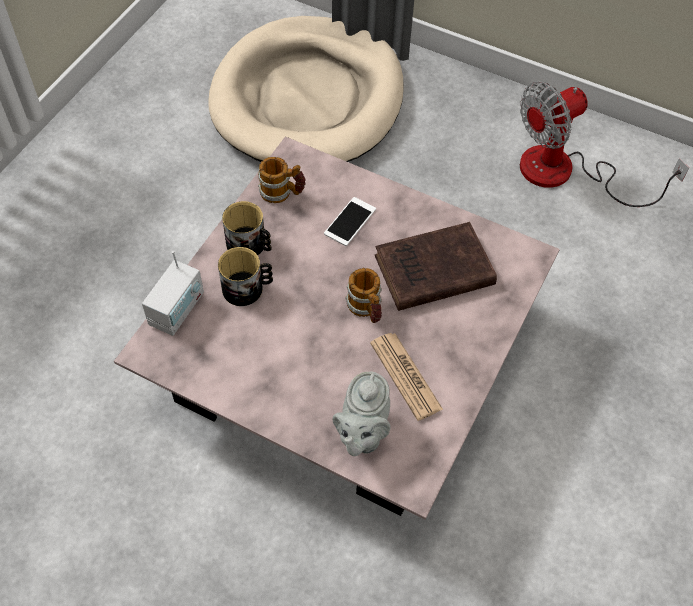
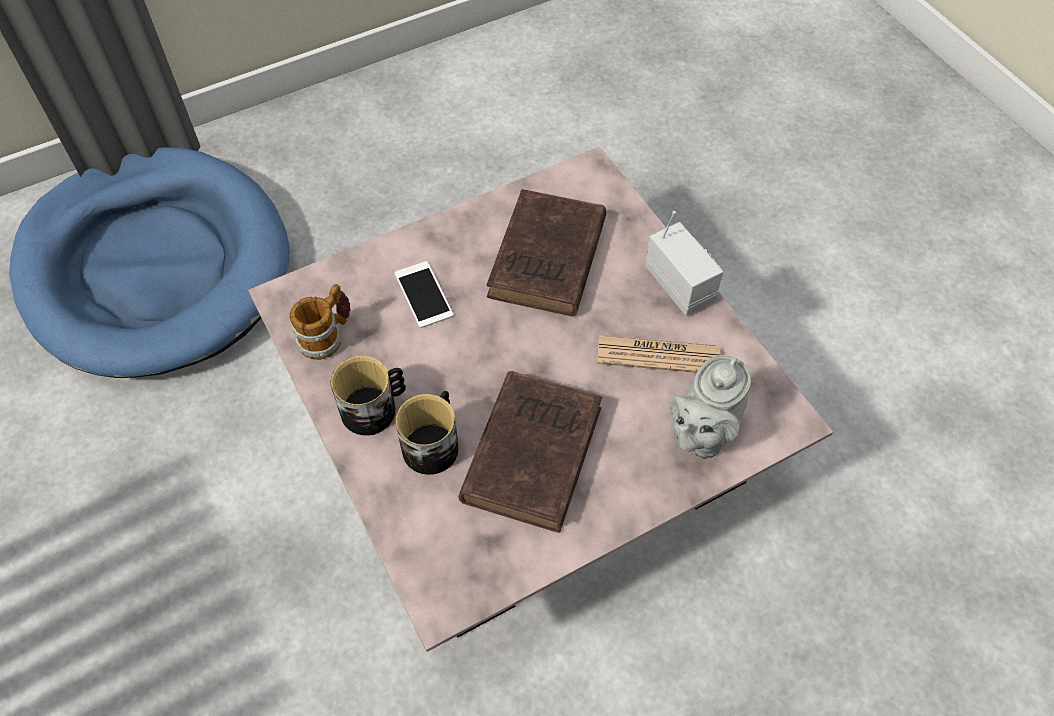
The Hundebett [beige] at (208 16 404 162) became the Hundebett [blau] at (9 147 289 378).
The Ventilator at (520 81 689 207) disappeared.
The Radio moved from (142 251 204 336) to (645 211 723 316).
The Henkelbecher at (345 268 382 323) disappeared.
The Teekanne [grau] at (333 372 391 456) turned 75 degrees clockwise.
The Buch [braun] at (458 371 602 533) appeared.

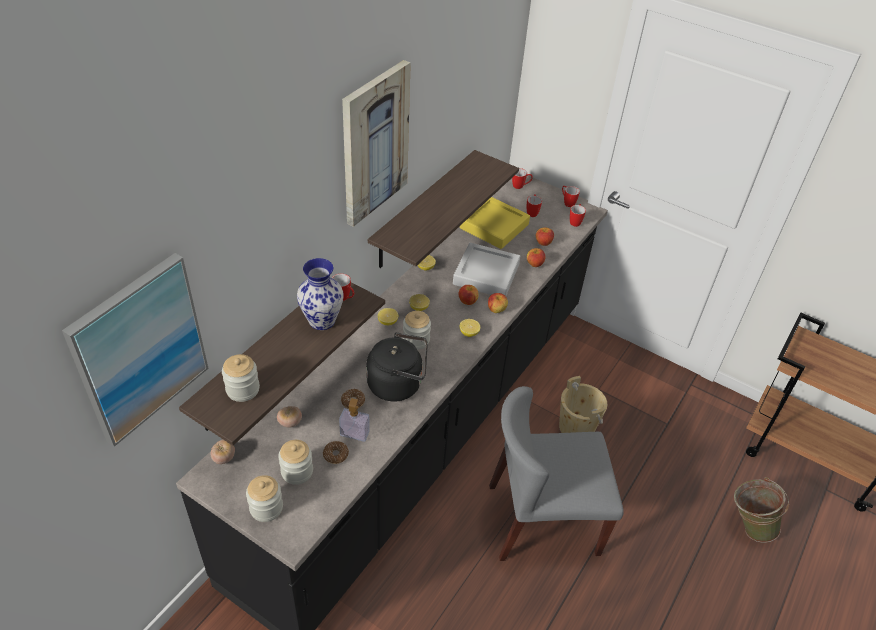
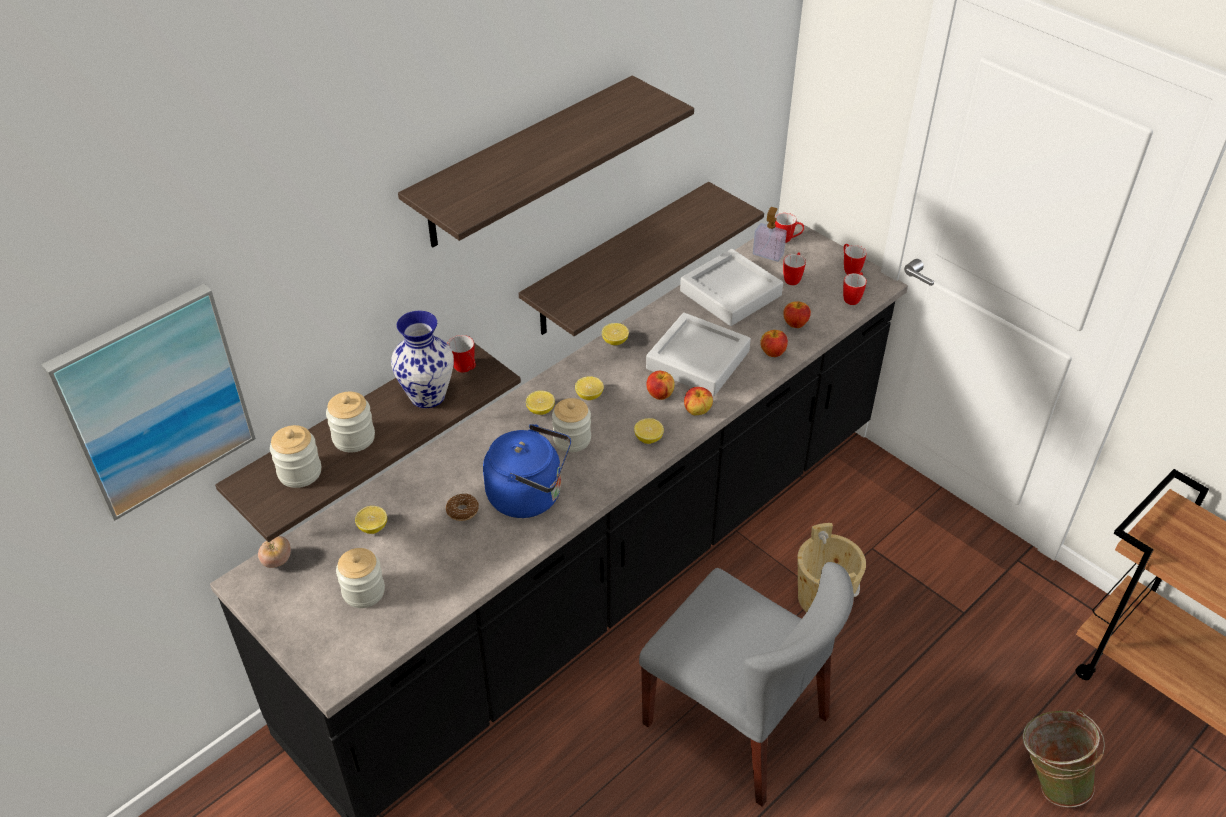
The Bild at (342 60 411 227) was replaced by the Wandregal at (398 76 694 247).
The Tablett [gelb] at (460 197 530 249) became the Tablett [grau] at (680 249 783 326).
The Wasserkessel [schwarz] at (366 333 428 402) became the Wasserkessel [blau] at (483 424 571 518).
The Stuhl [grau] at (489 386 624 561) turned 150 degrees counterclockwise.
The Seifenspender moved from (339 398 370 442) to (753 207 787 262).
The Tomate at (277 406 302 428) was replaced by the Zitrone at (355 506 387 534).
The Donut at (323 441 349 464) disappeared.
The Vorratsglas moved from (246 475 283 522) to (326 392 375 452).

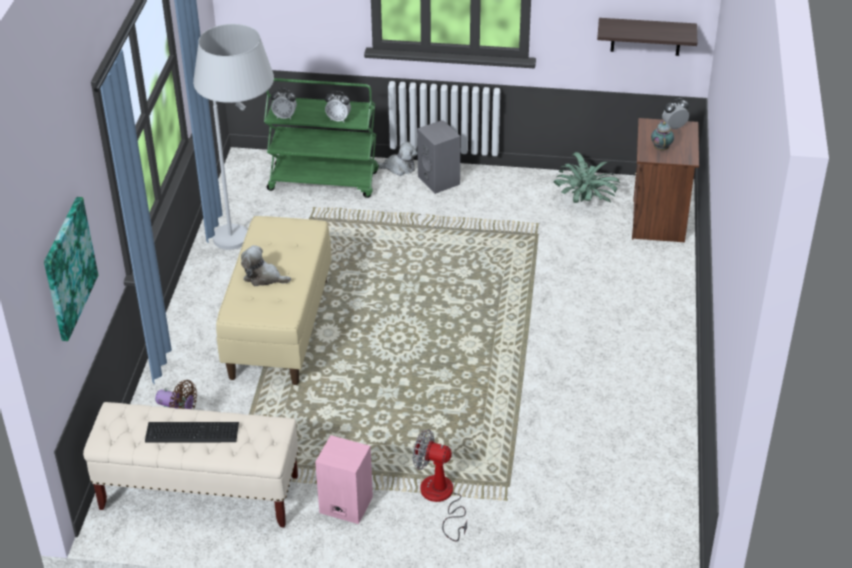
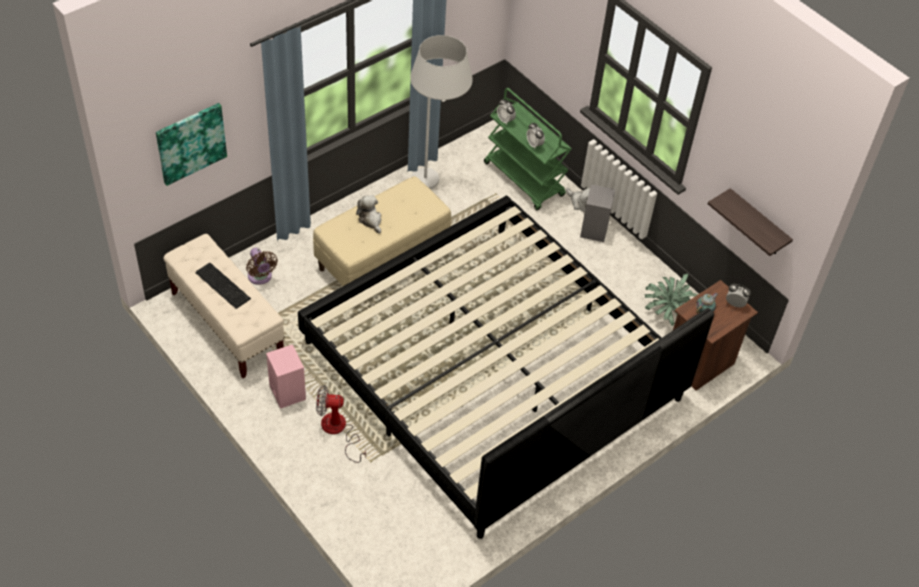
The Ventilator at (413 429 467 541) turned 60 degrees counterclockwise.
The Bett at (298 196 714 539) appeared.

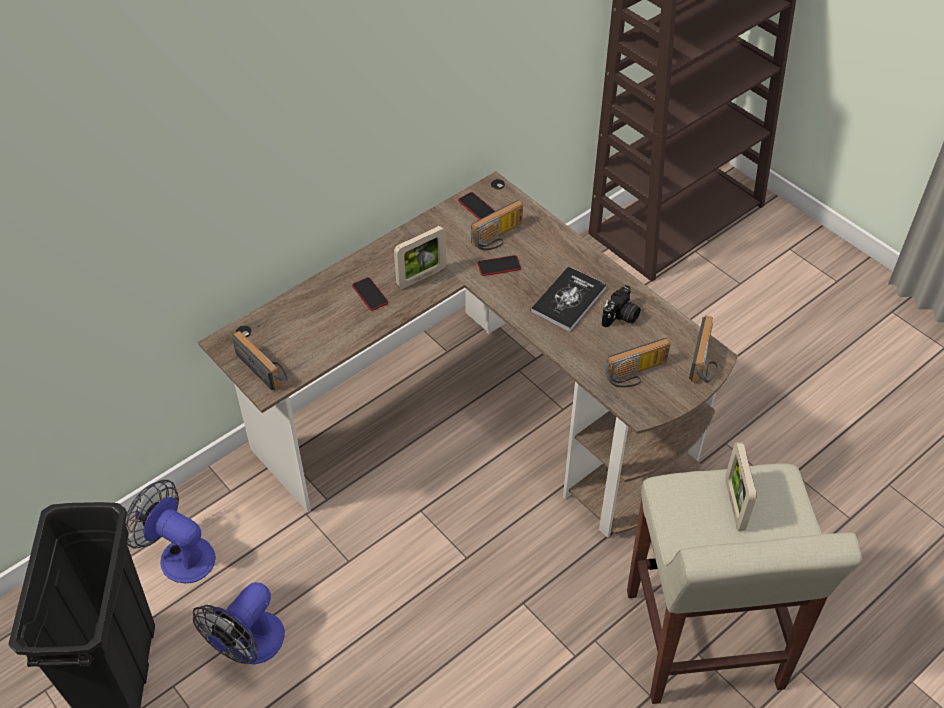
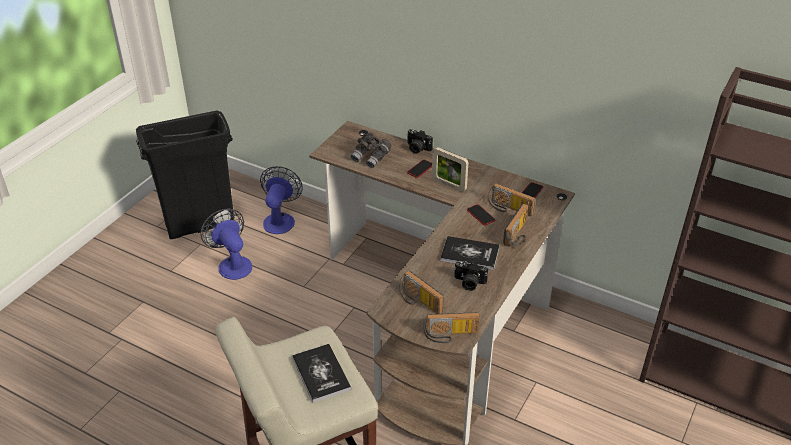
The Radio moved from (232 331 288 391) to (503 204 528 247).
The Bilderrahmen at (725 442 756 531) was replaced by the Buch at (292 344 351 403).
The Ventilator at (193 582 285 664) turned 45 degrees clockwise.
The Kamera at (407 129 433 154) appeared.
The Fernglas [grau] at (351 133 392 168) appeared.

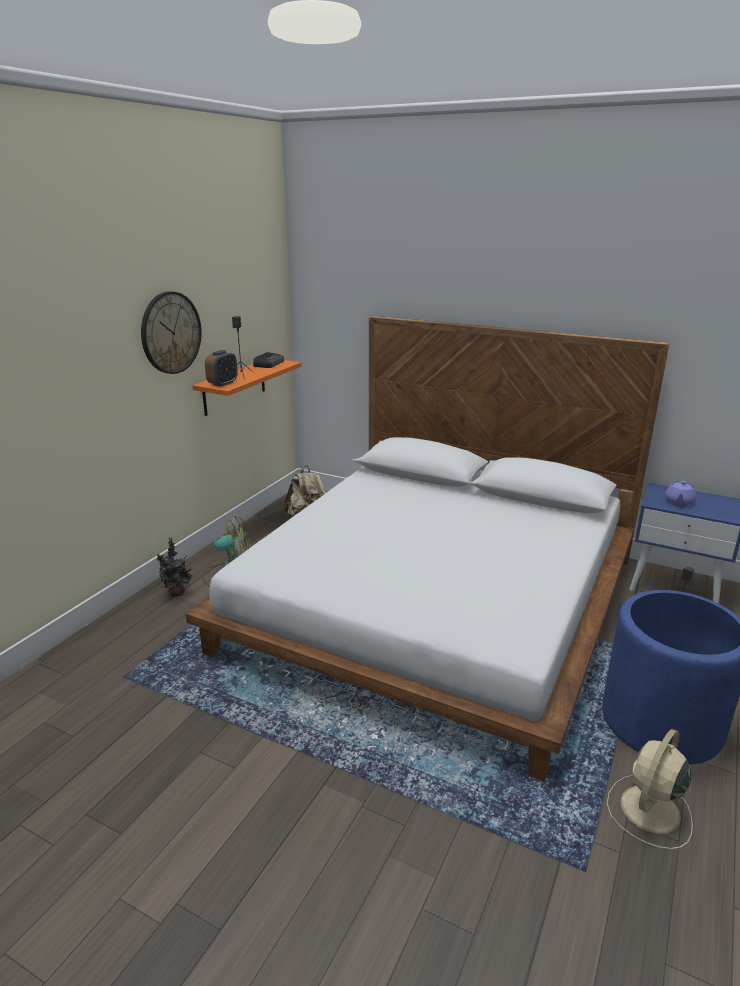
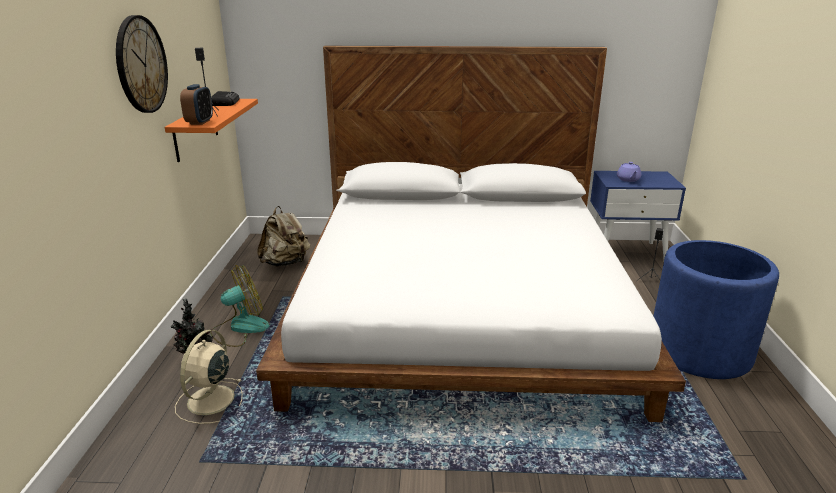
The Ventilator [beige] moved from (607 729 693 849) to (175 330 243 424).

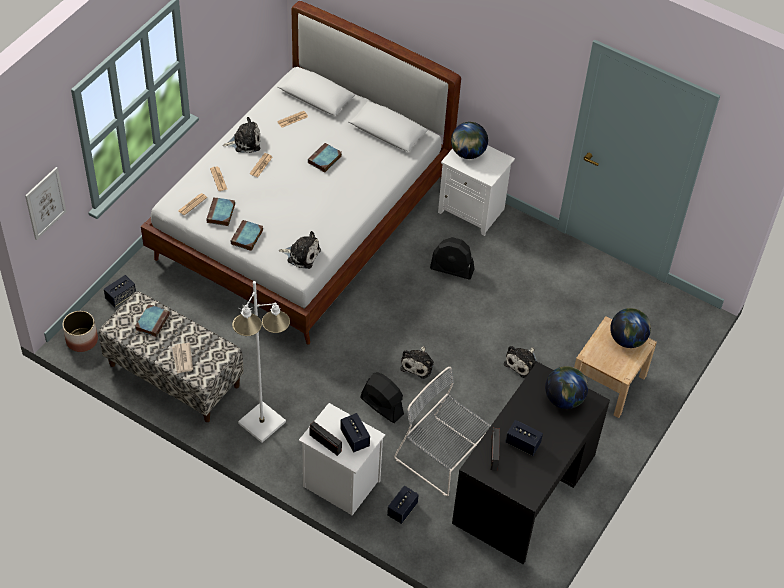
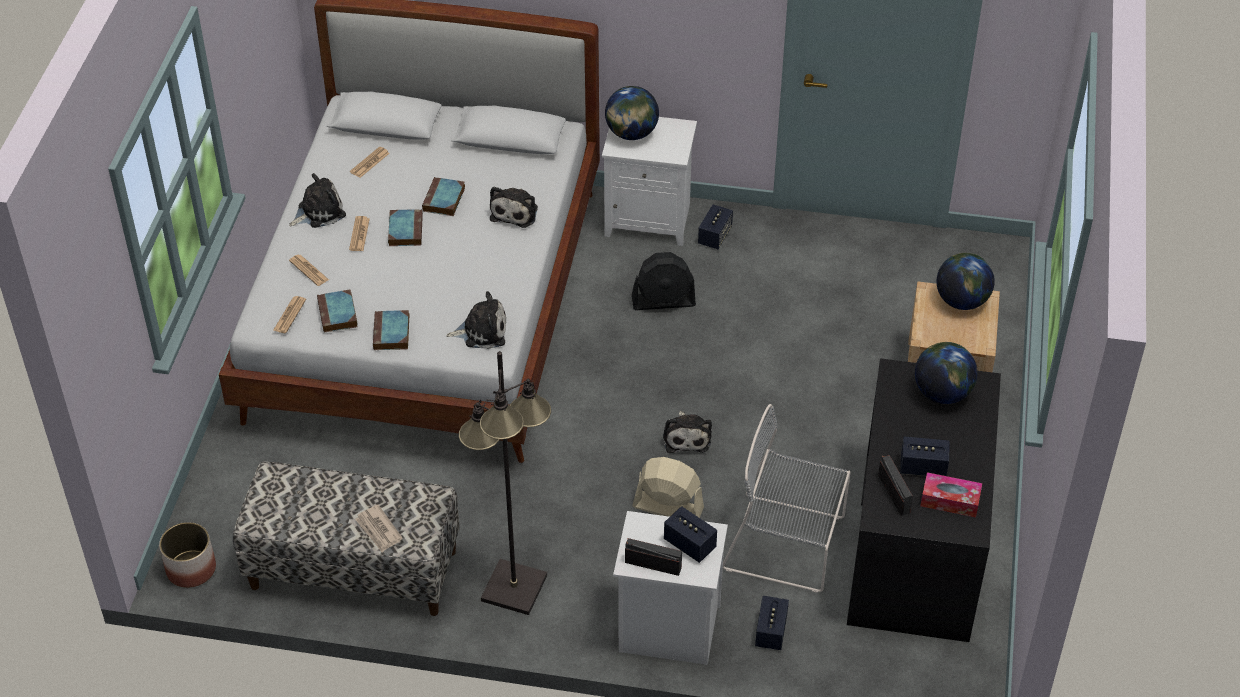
The Bild at (25 167 66 240) disappeared.
The Lautsprecher moved from (104 275 136 308) to (698 205 733 249).
The Stehlampe [weiß] at (232 281 290 443) became the Stehlampe [schwarz] at (459 351 551 615).
The Buch moved from (135 304 170 337) to (388 209 423 246).
The Plüschtier moved from (504 346 537 378) to (490 187 538 228).
The Ventilator [schwarz] at (360 372 404 423) became the Ventilator [beige] at (632 457 704 518).
The Taschentuchbox at (920 472 982 518) appeared.

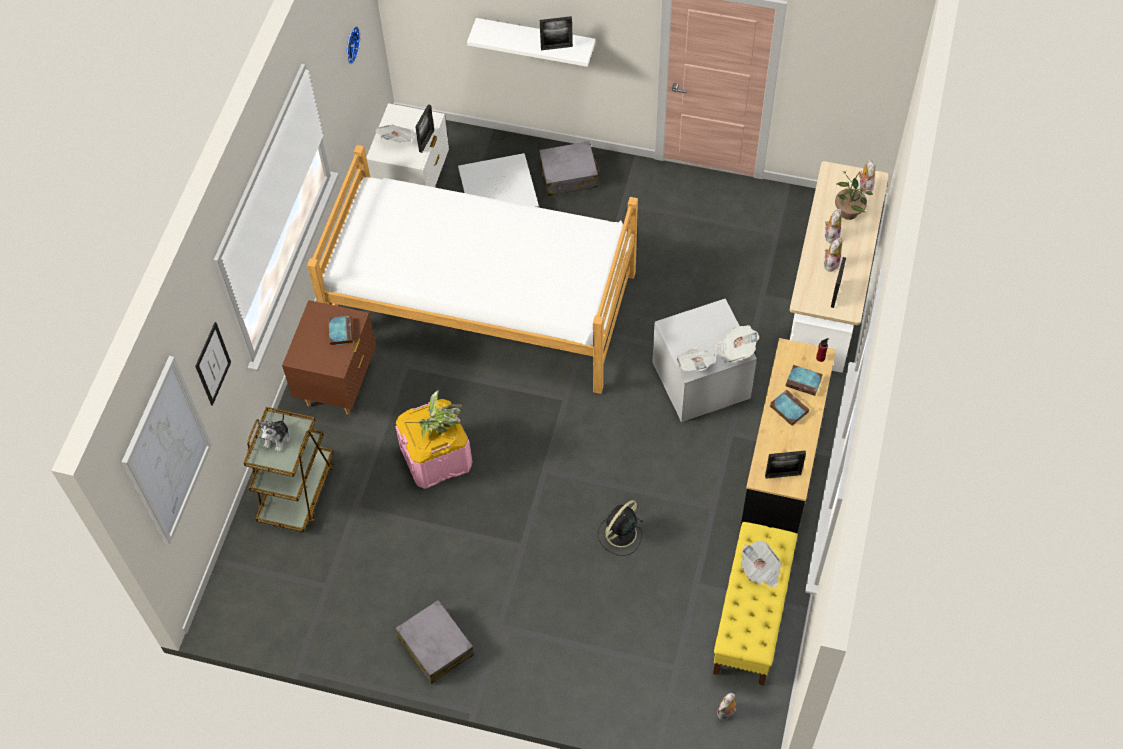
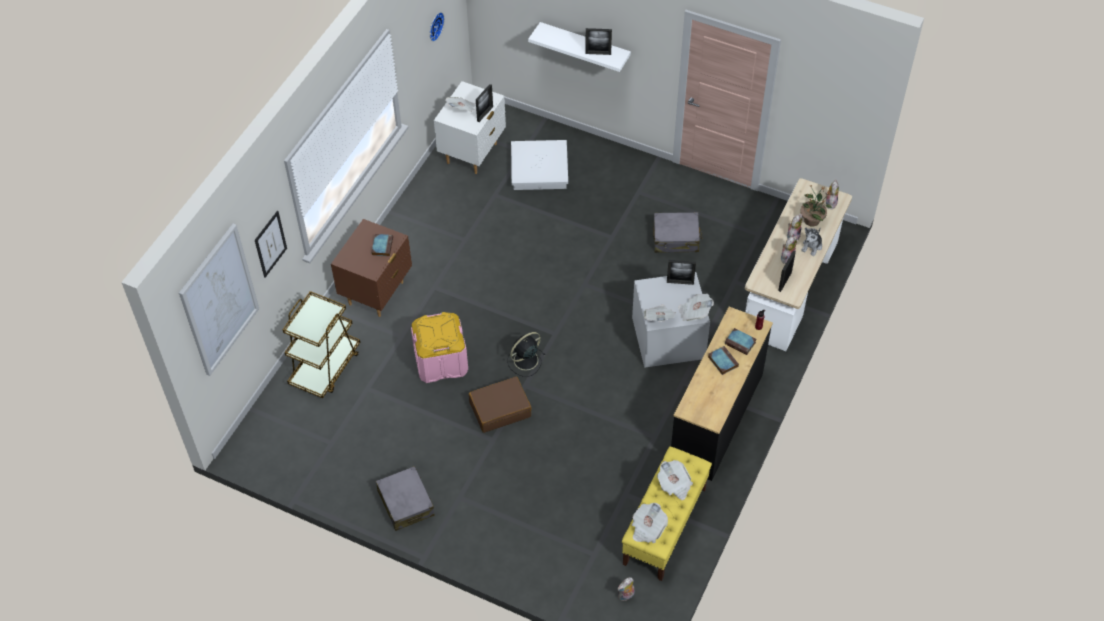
The Koffer [grau] moved from (539 141 600 196) to (653 212 703 253).
The Bett at (307 145 638 394) disappeared.
The Topfpflanze at (419 389 462 438) disappeared.
The Plüschtier moved from (258 414 290 452) to (801 228 822 256).
The Bilderrahmen moved from (765 451 806 479) to (667 260 696 285).
The Ventilator [schwarz] moved from (598 500 643 556) to (507 332 545 377).
The Koffer [braun] at (469 377 532 433) appeared.
The Zeitung at (632 503 668 543) appeared.

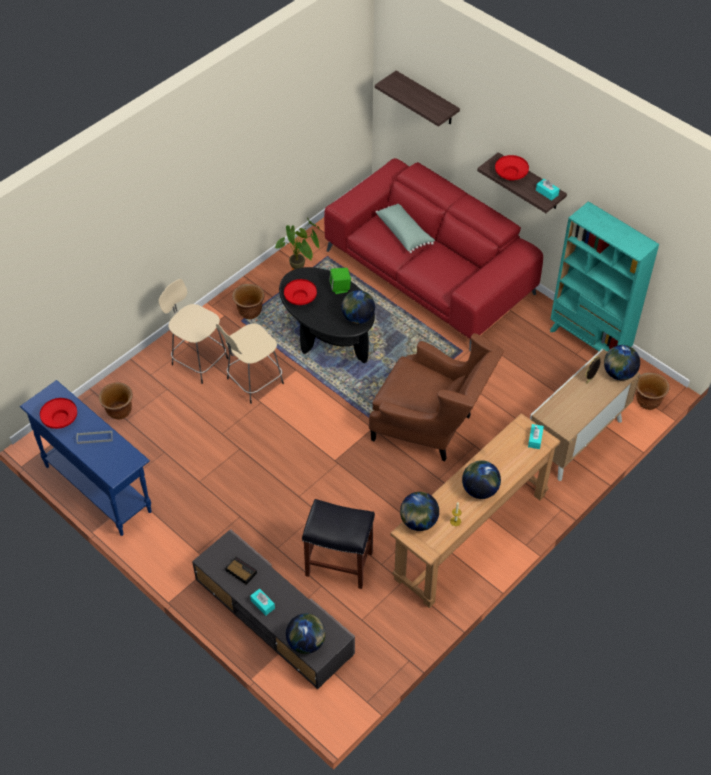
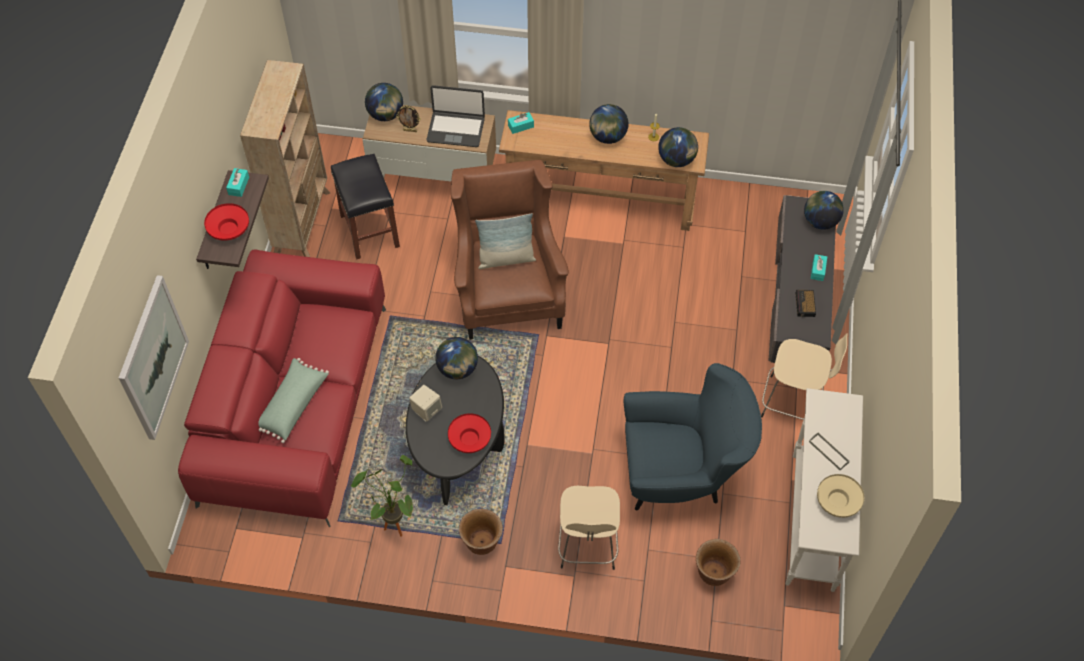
The Wandregal at (375 71 460 127) was replaced by the Bild at (119 275 189 440).
The Bücherregal [türkis] at (550 201 659 352) became the Bücherregal [beige] at (240 60 330 257).
The Lautsprecher [grün] at (329 268 351 294) became the Lautsprecher [beige] at (409 385 442 422).
The Hocker [beige] moved from (216 323 284 404) to (761 333 848 420).
The Pflanzkübel [braun] at (636 372 670 410) disappeared.
The Konsolentisch [blau] at (20 380 152 536) became the Konsolentisch [weiß] at (786 388 863 592).
The Schüssel [rot] at (40 398 77 429) became the Schüssel [beige] at (817 474 864 518).
The Hocker [schwarz] moved from (302 499 375 589) to (331 154 400 259).
The Laptop at (426 85 485 147) appeared.
The Kissen at (475 213 536 269) appeared.
The Sessel [blau] at (624 363 762 511) appeared.

